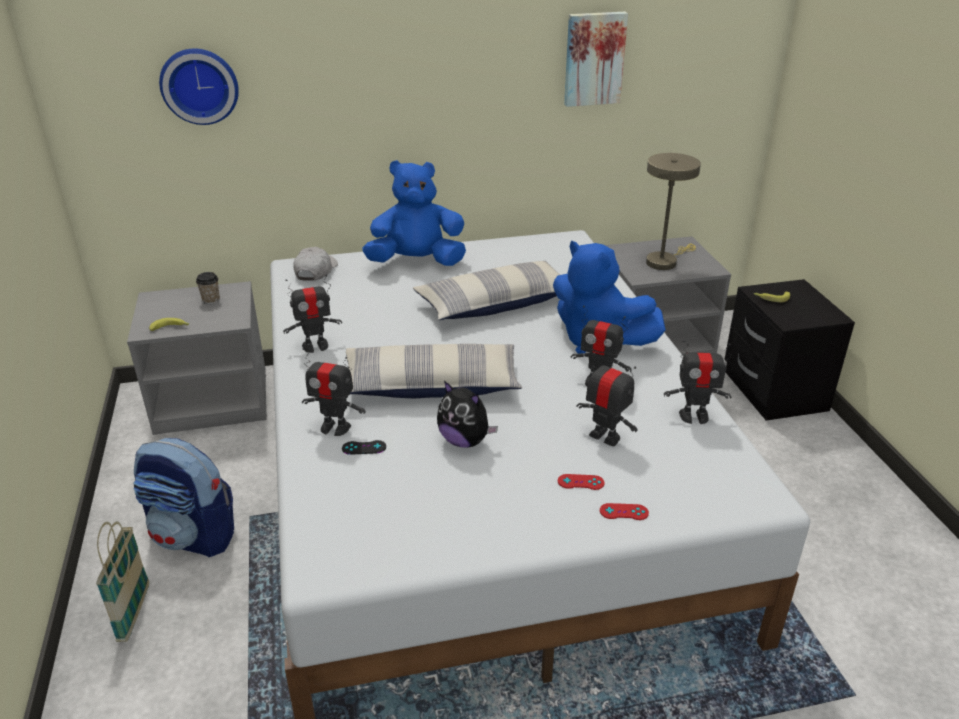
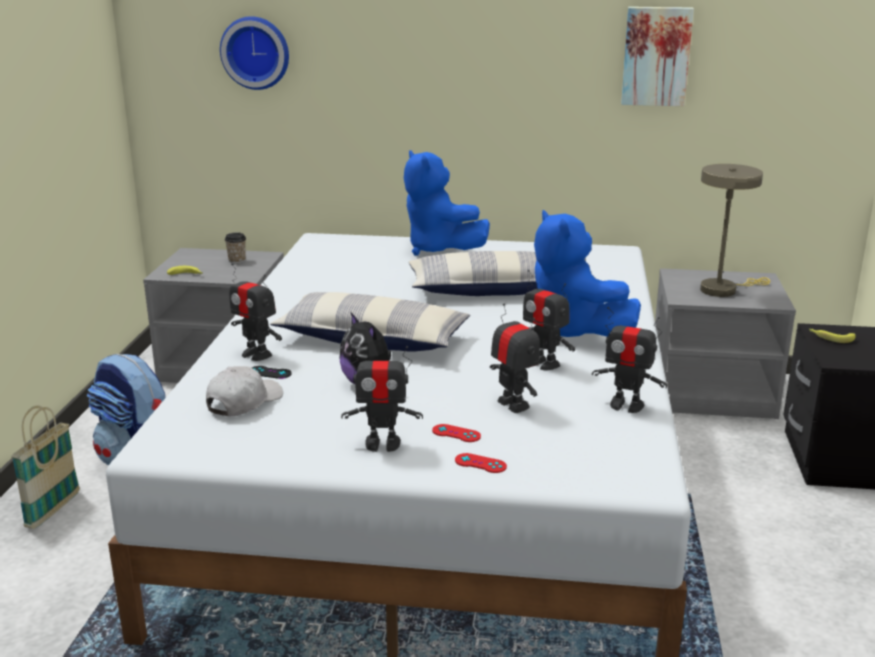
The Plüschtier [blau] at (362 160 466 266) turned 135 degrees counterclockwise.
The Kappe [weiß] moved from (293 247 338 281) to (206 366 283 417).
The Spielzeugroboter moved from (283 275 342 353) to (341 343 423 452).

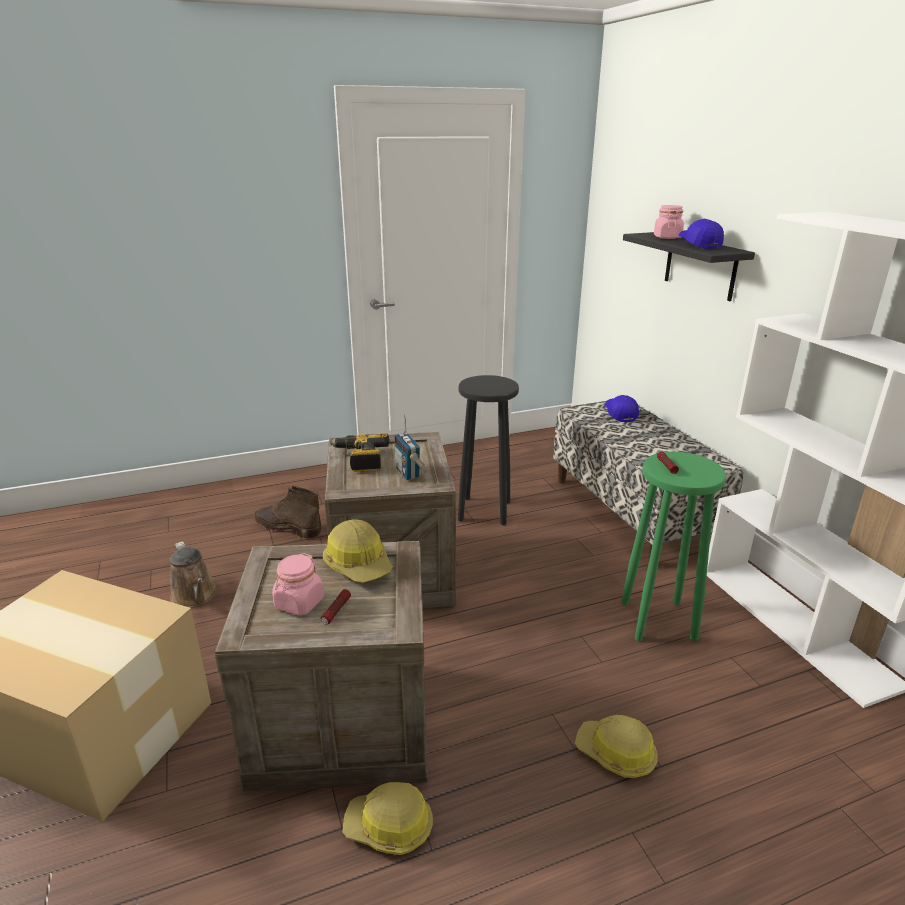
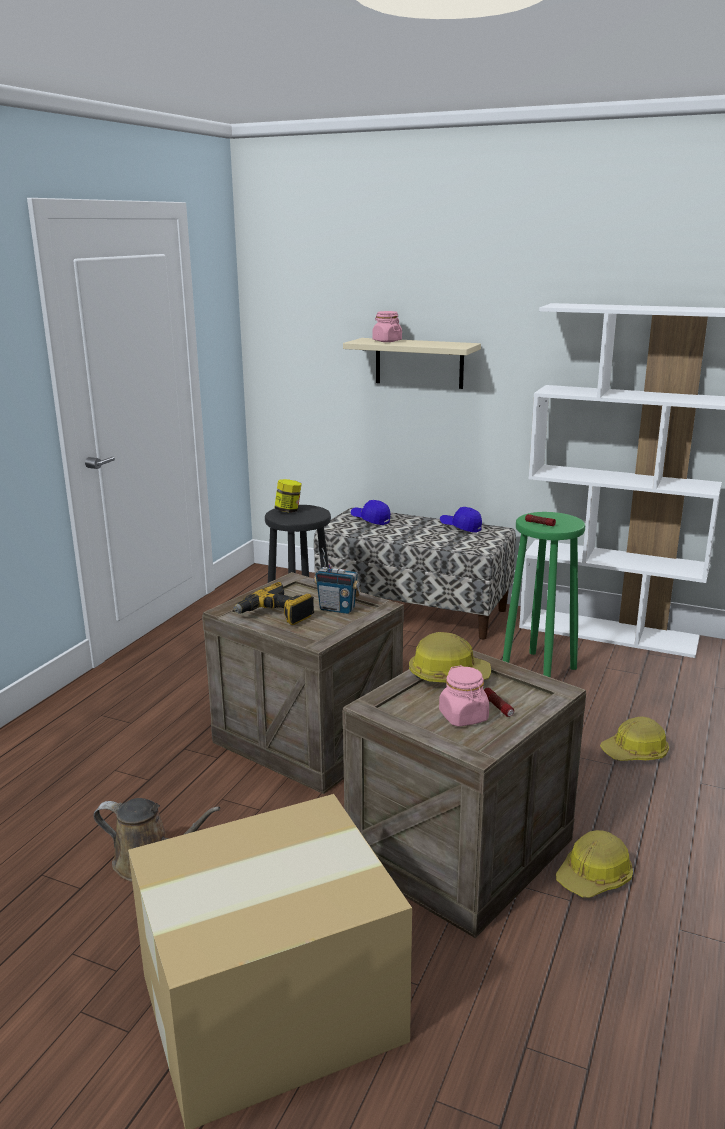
The Kappe [blau] moved from (678 219 724 249) to (440 507 482 533).
The Wandregal [schwarz] at (623 232 755 301) became the Wandregal [beige] at (343 338 481 389).
The Stiefel [braun] at (253 486 321 538) disappeared.
The Vorratsglas at (274 479 302 513) appeared.

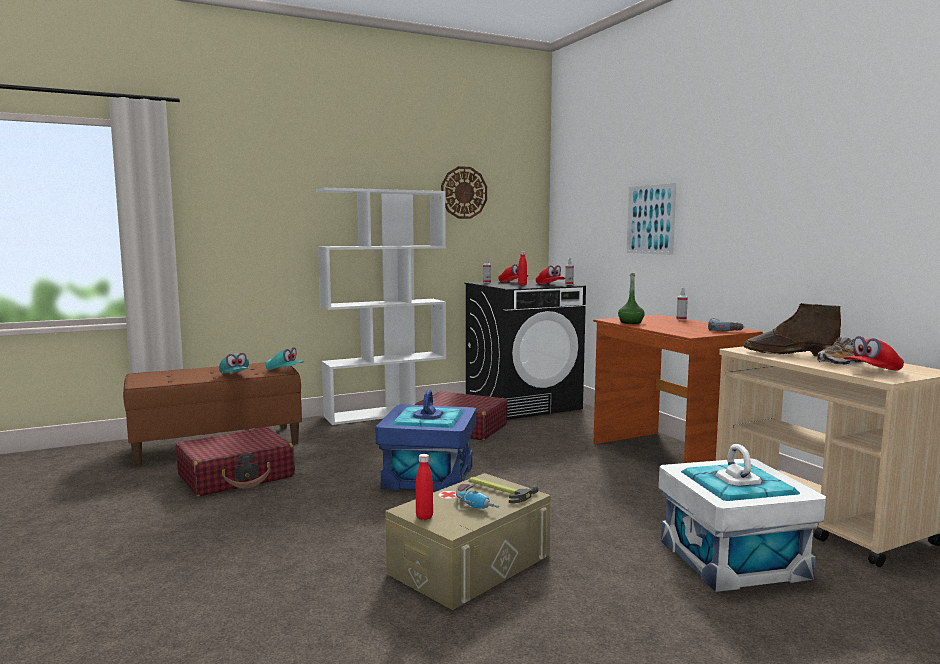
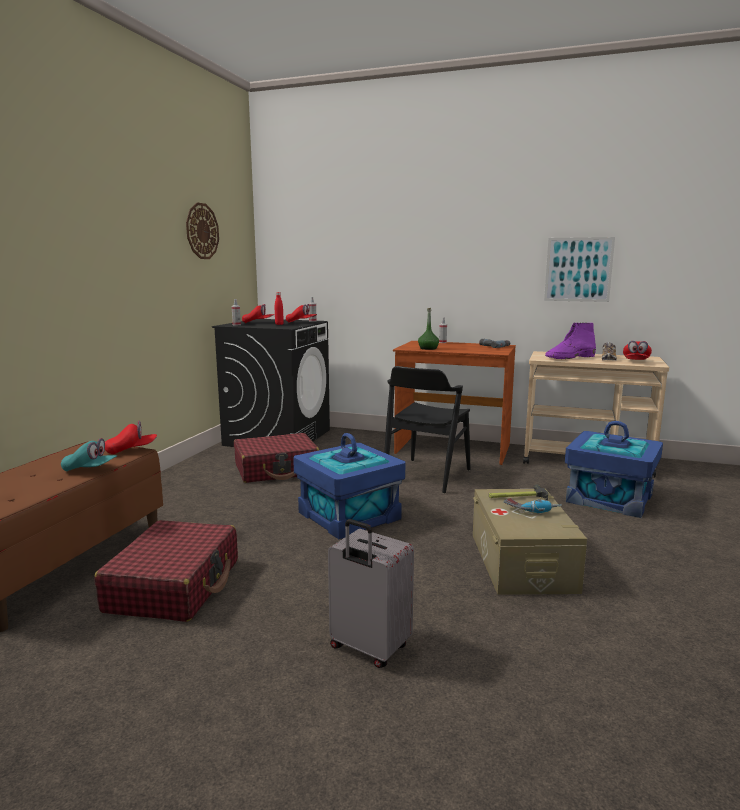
The Bild moved from (627 183 676 255) to (544 237 615 302).
The Bücherregal [weiß] at (316 188 446 425) disappeared.
The Stiefel [braun] at (743 303 841 357) became the Stiefel [lila] at (545 323 596 359).
The Kappe [türkis] at (266 347 304 370) became the Kappe [rot] at (105 420 157 454).
The Aufbewahrungsbox [weiß] at (659 444 826 592) became the Aufbewahrungsbox [blau] at (565 421 663 518).
The Flasche [rot] at (416 454 433 520) disappeared.
The Stuhl [schwarz] at (384 366 470 493) appeared.
The Koffer [grau] at (328 519 414 668) appeared.

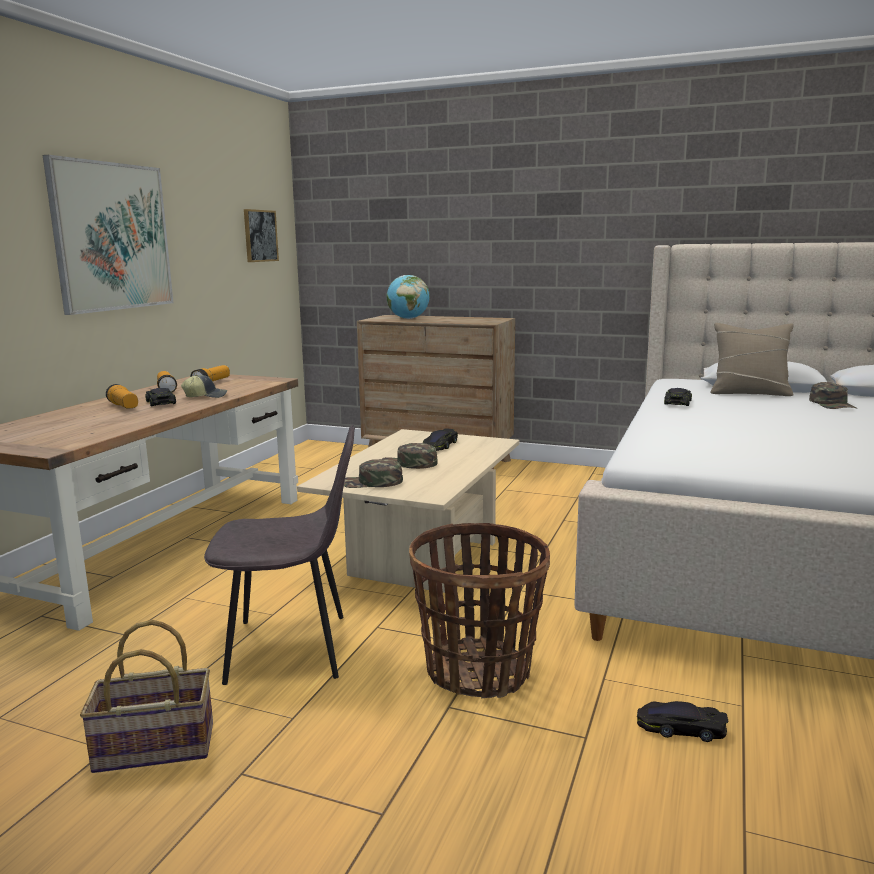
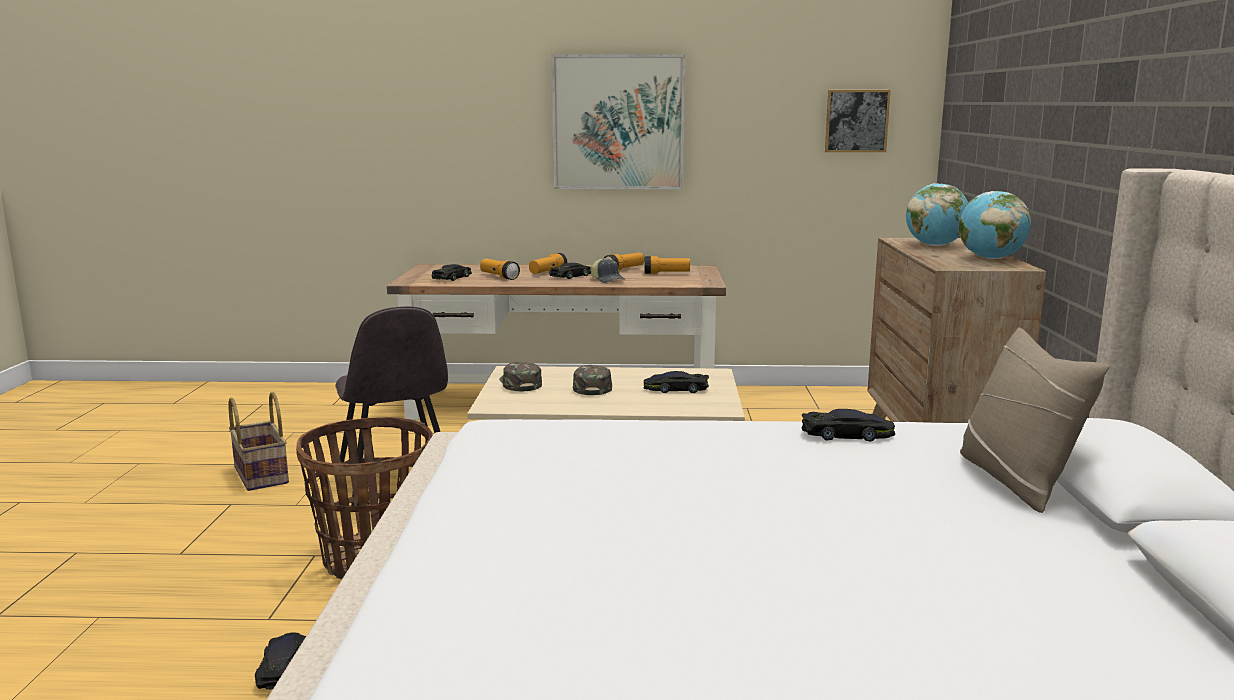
The Kappe [grün] at (809 382 857 409) disappeared.
The Globus at (958 191 1031 259) appeared.
The Taschenlampe at (480 259 520 280) appeared.
The Spielzeugauto [schwarz] at (431 264 472 281) appeared.

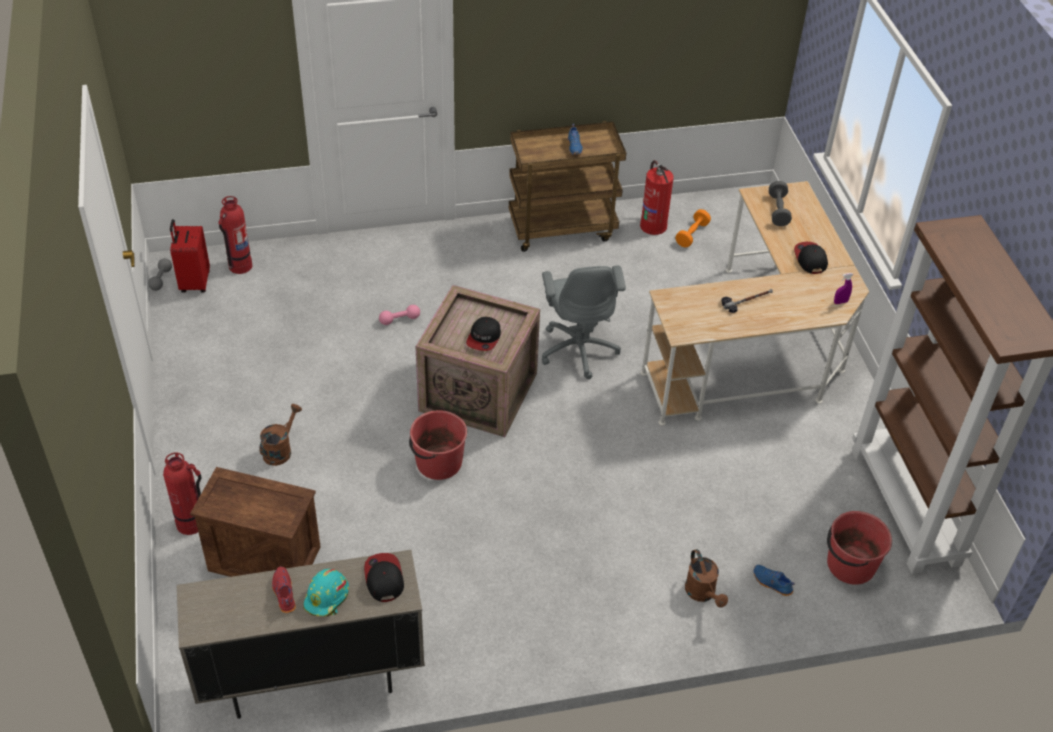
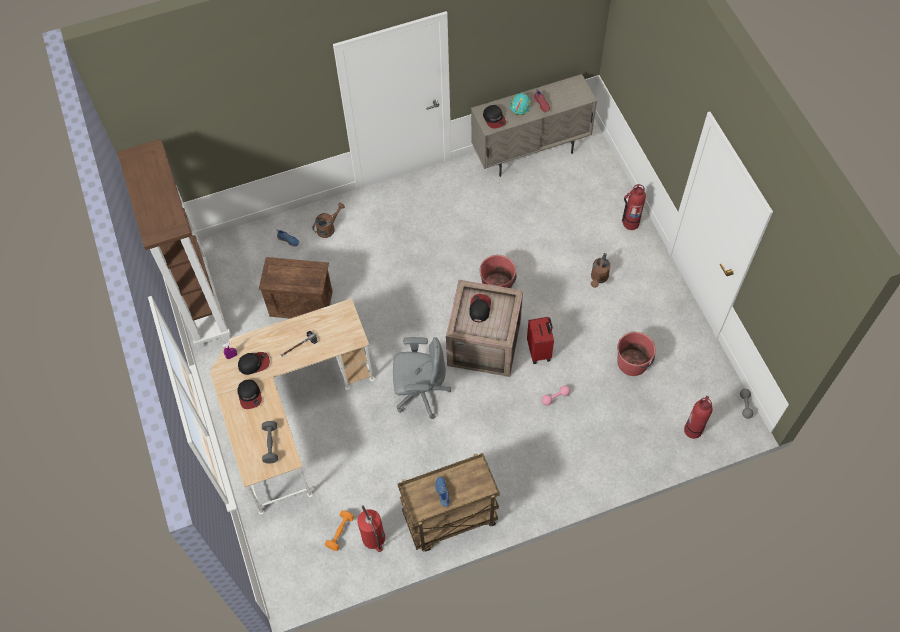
The Koffer [rot] moved from (170 219 210 293) to (527 317 554 364).
The Bürostuhl [grau] at (542 266 626 379) turned 105 degrees clockwise.
The Kiste moved from (190 467 321 577) to (259 257 333 318).
The Eimer [rot] moved from (827 511 892 585) to (617 332 656 376).
The Gießkanne [braun] at (685 549 728 607) turned 75 degrees clockwise.
The Kappe at (238 352 270 375) appeared.

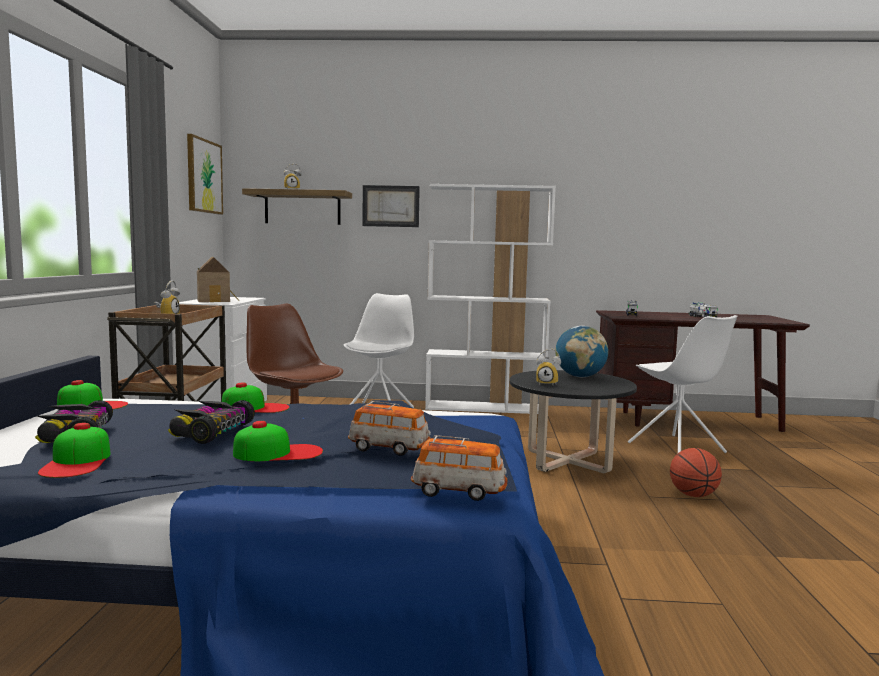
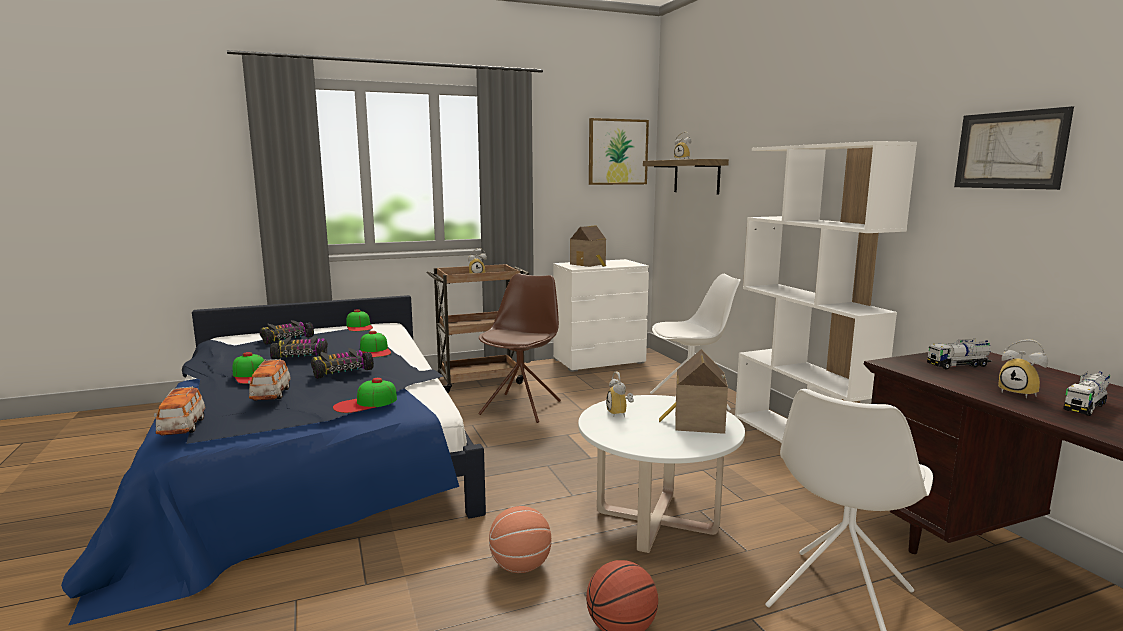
The Bild moved from (362 185 420 227) to (954 106 1074 190).
The Globus at (555 326 608 377) was replaced by the Spielzeughaus at (659 349 728 434).
The Couchtisch [schwarz] at (509 370 637 473) became the Couchtisch [weiß] at (578 395 745 553).
The Kappe moved from (38 423 111 478) to (333 378 397 413).
The Wecker at (998 340 1048 398) appeared.
The Spielzeugauto at (311 348 374 379) appeared.
The Basketball at (489 506 551 573) appeared.

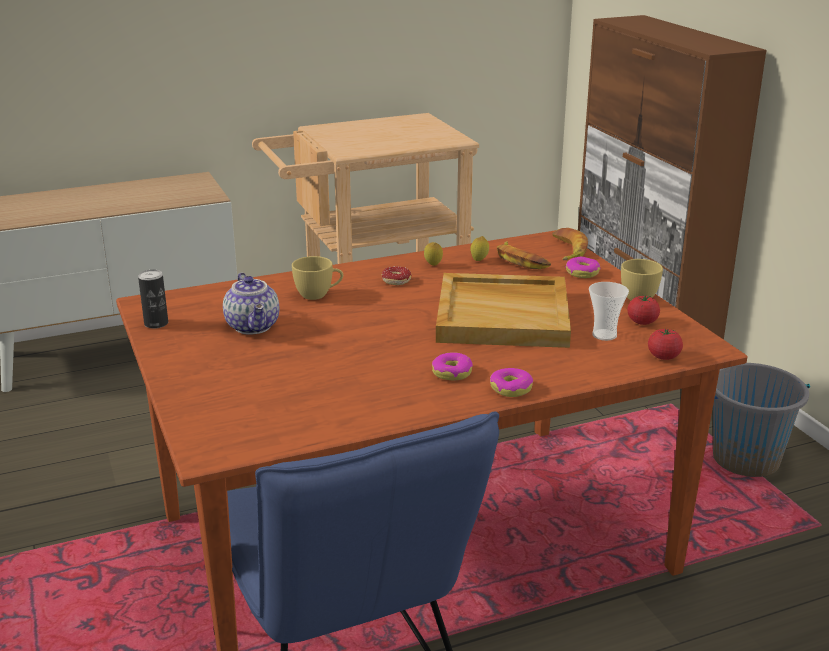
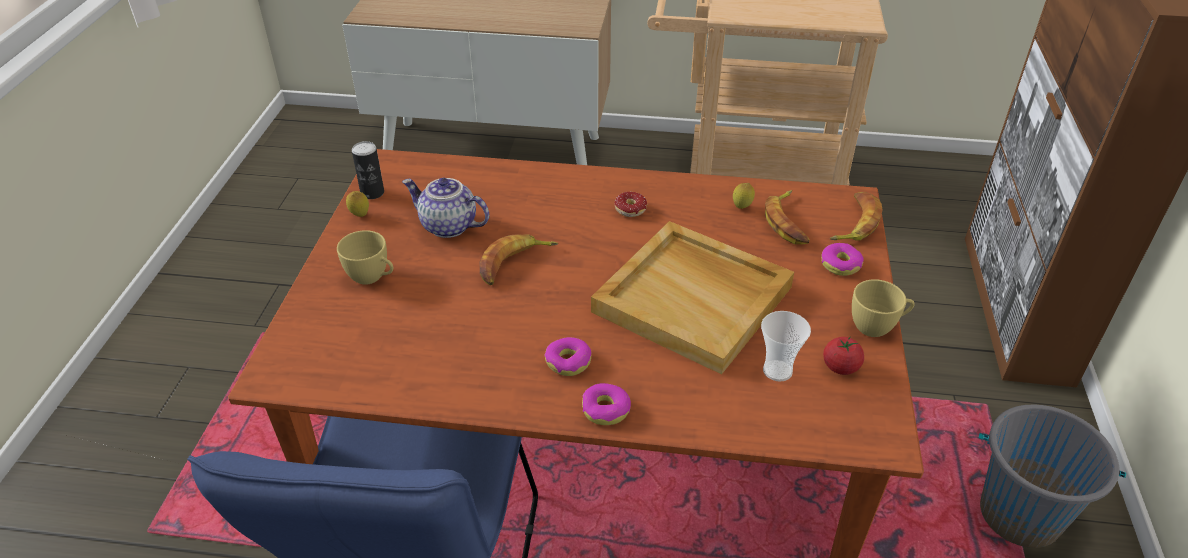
The Zitrone moved from (424 242 443 266) to (346 191 369 217).
The Tasse [gelb] moved from (292 256 343 300) to (337 230 393 285).
The Teekanne at (223 273 279 335) turned 105 degrees clockwise.
The Tomate at (648 329 683 360) disappeared.
The Banane at (480 234 558 285) appeared.

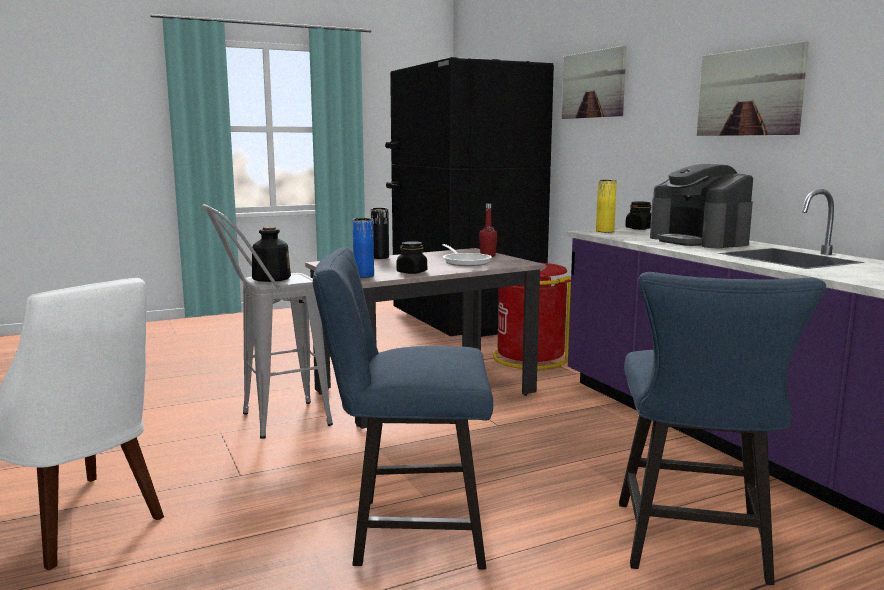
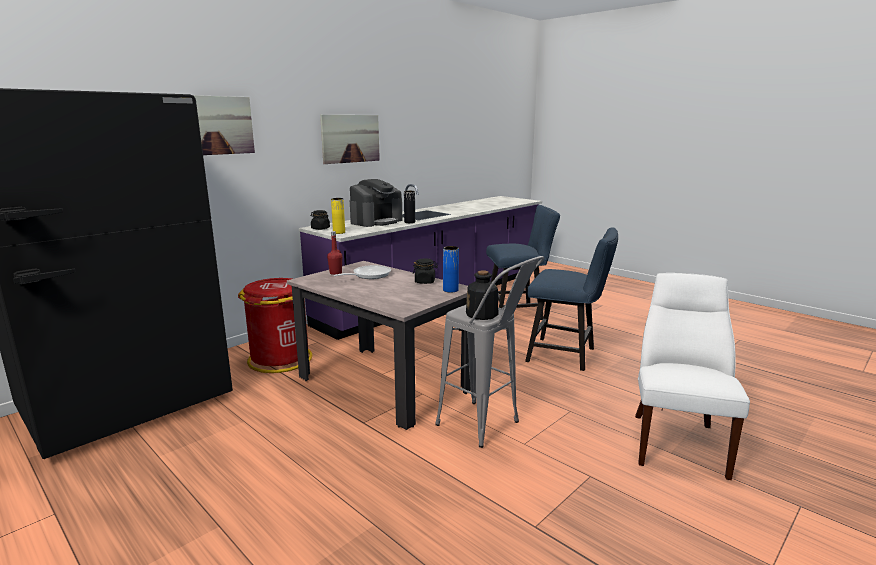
The Vase [schwarz] moved from (371 208 389 259) to (404 191 415 223).
The Stuhl [blau] at (313 248 493 569) turned 45 degrees counterclockwise.

